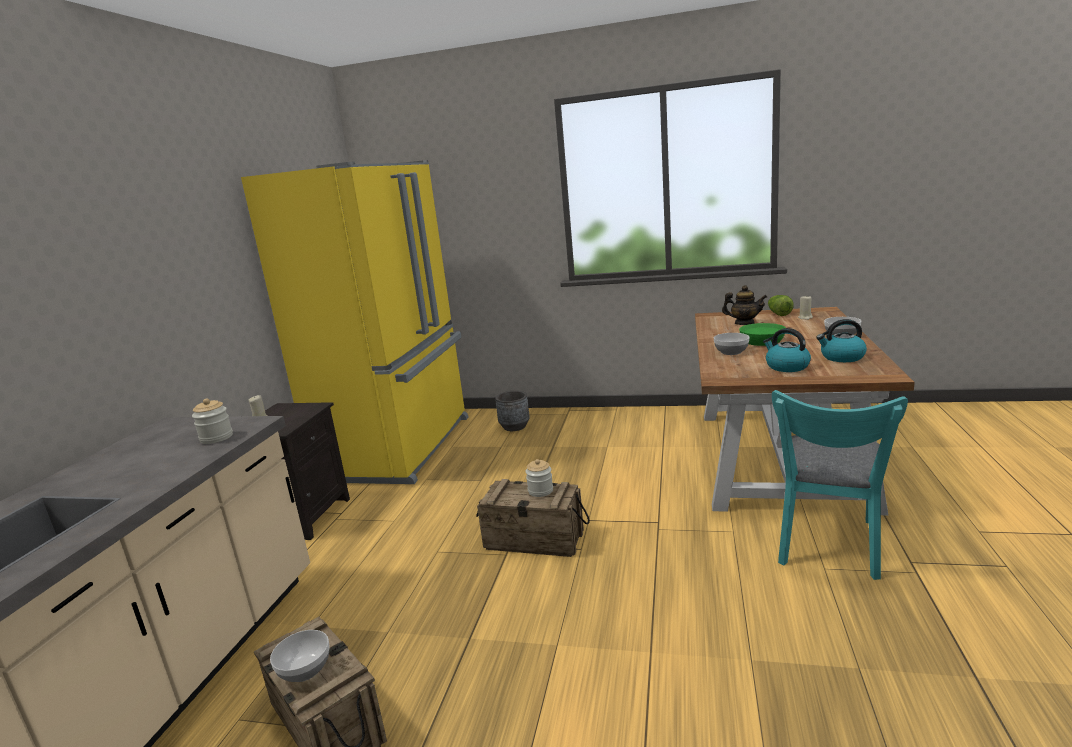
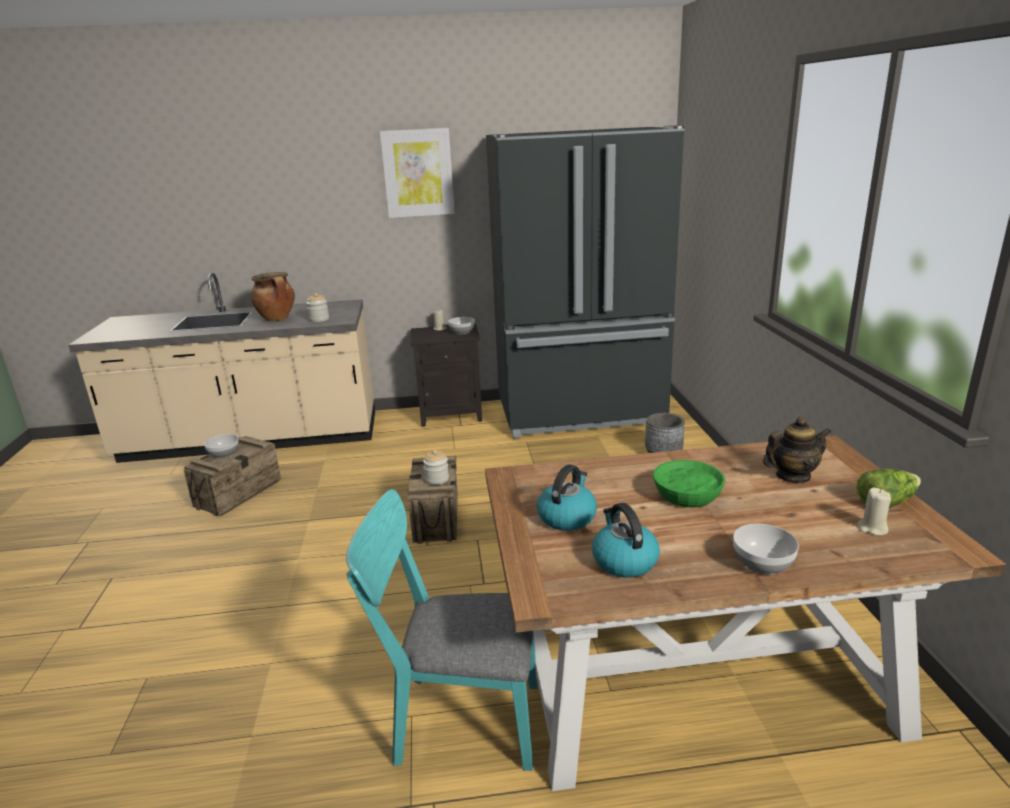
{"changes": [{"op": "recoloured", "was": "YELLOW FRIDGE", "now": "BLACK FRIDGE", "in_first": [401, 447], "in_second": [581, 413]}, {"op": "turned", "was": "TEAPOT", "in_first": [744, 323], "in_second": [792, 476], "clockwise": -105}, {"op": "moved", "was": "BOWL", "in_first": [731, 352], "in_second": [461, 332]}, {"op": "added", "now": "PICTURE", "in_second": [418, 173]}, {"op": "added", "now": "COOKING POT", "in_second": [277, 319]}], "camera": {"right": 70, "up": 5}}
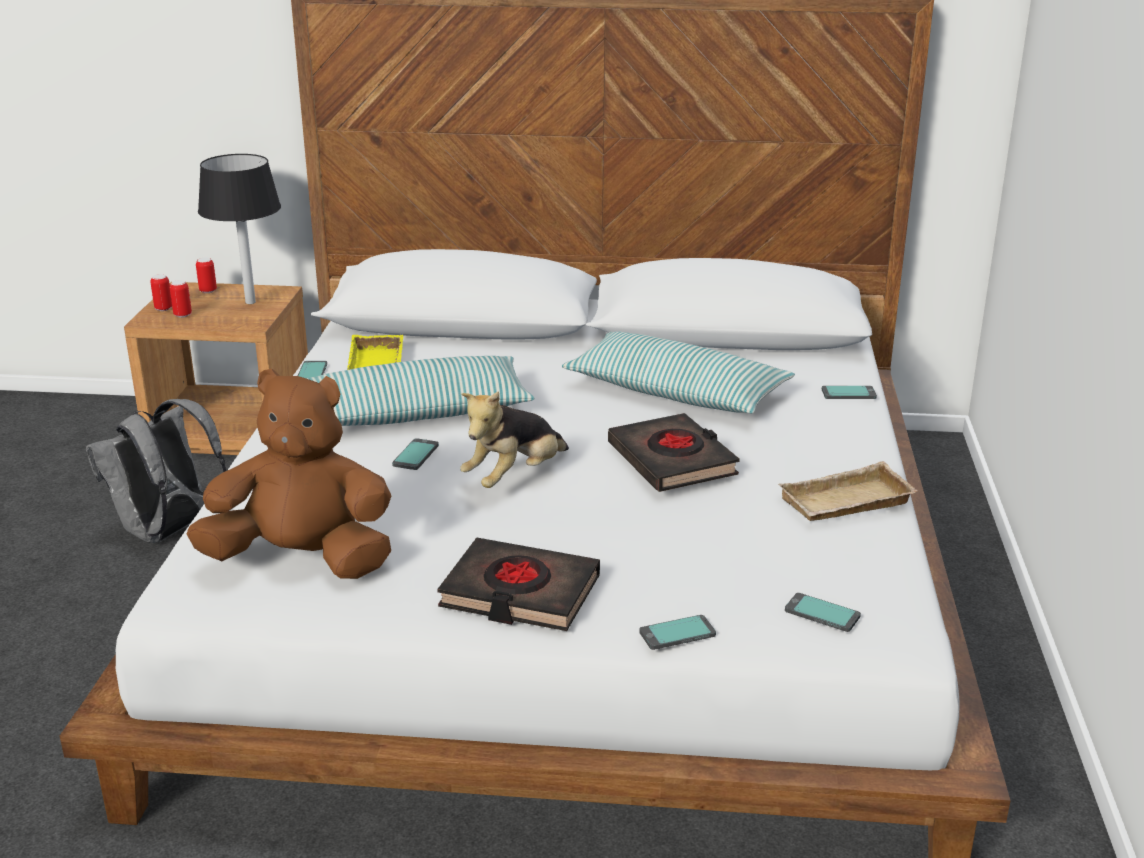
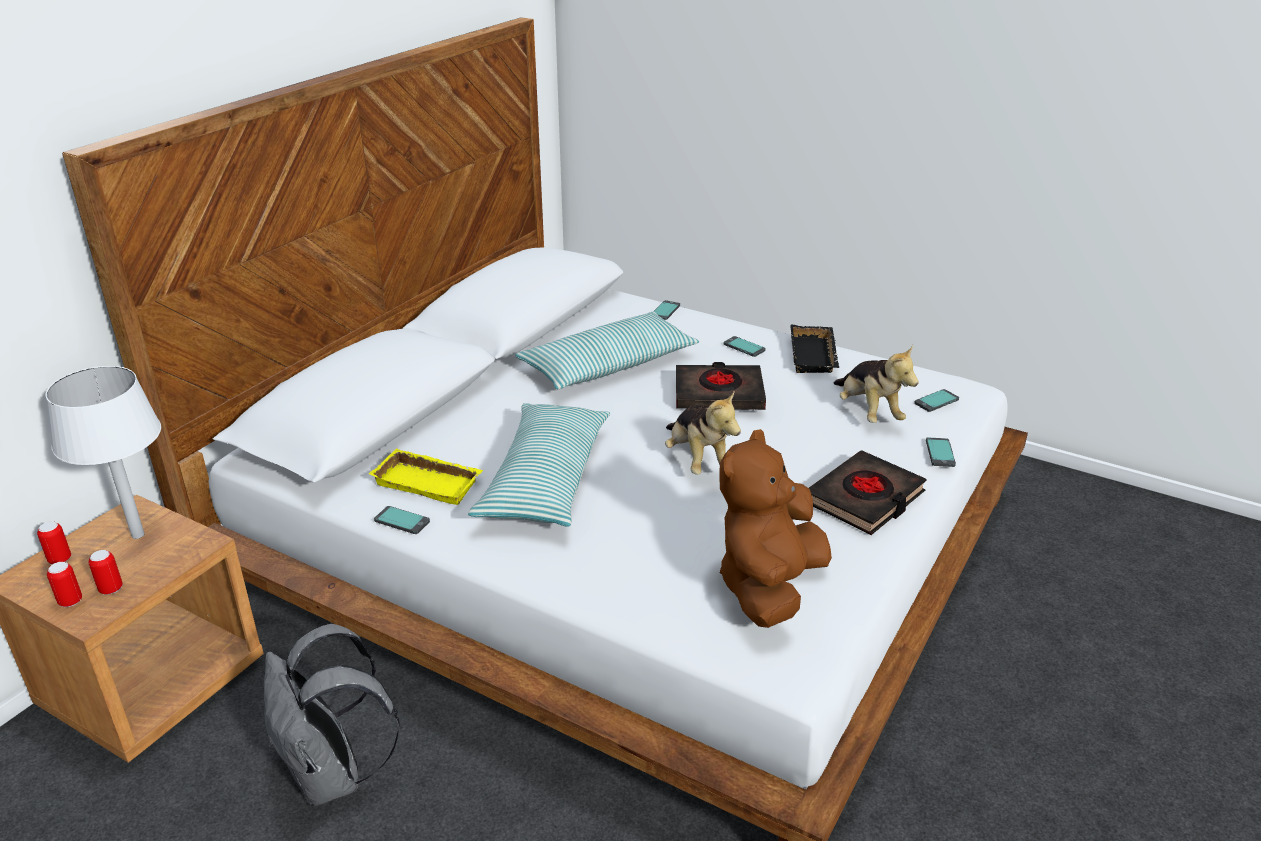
{"changes": [{"op": "recoloured", "was": "BLACK TABLE LAMP", "now": "WHITE TABLE LAMP", "in_first": [250, 302], "in_second": [138, 535]}, {"op": "moved", "was": "PHONE", "in_first": [415, 455], "in_second": [744, 347]}, {"op": "recoloured", "was": "BEIGE TRAY", "now": "BLACK TRAY", "in_first": [846, 504], "in_second": [815, 356]}, {"op": "added", "now": "PLUSH TOY", "in_second": [868, 412]}], "camera": {"right": -65, "up": 5}}
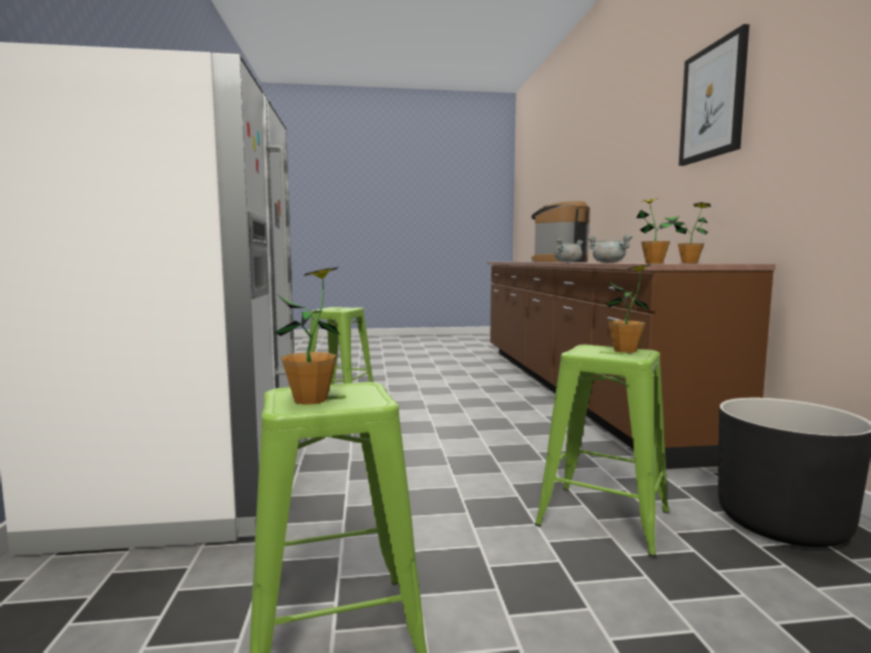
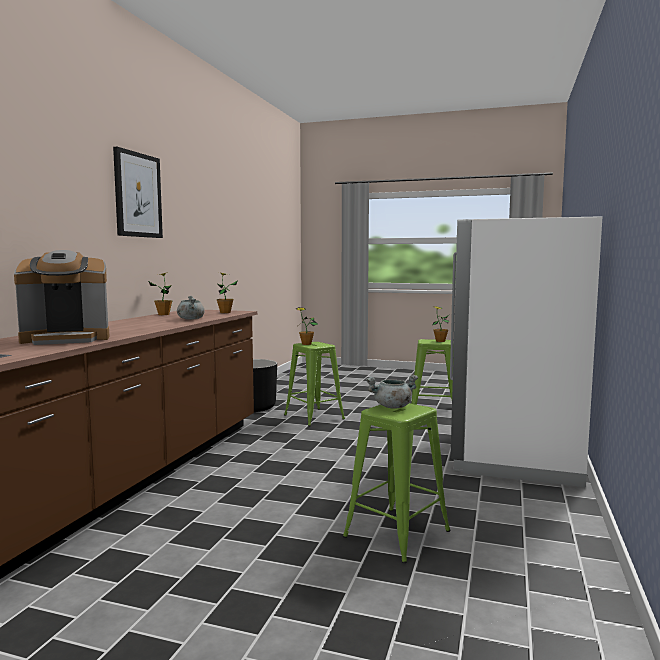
{"changes": [{"op": "moved", "was": "GREY COOKING POT", "in_first": [568, 262], "in_second": [392, 407]}], "camera": {"right": -155, "up": 0}}
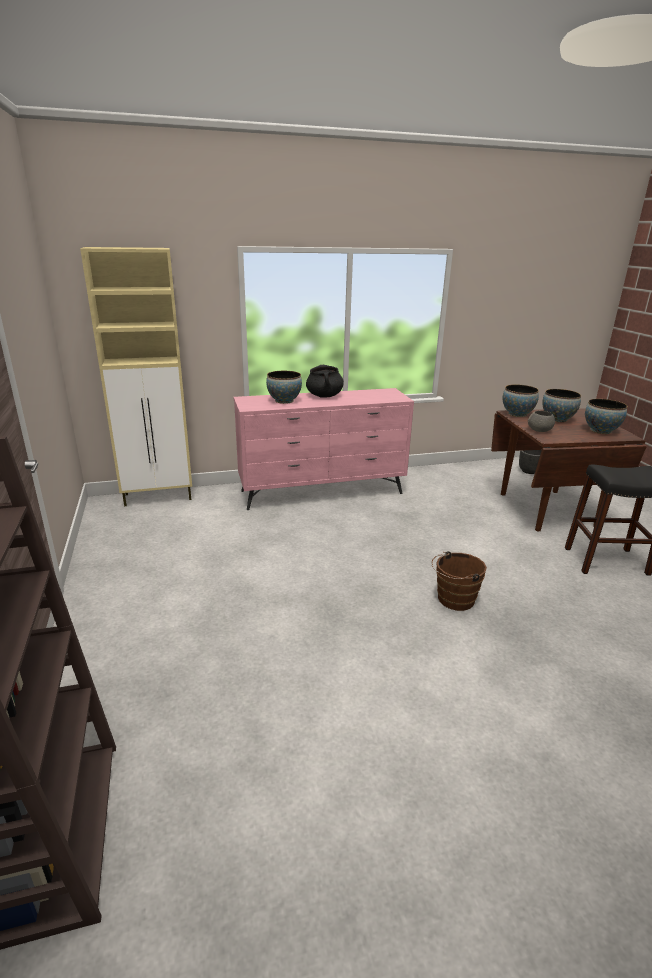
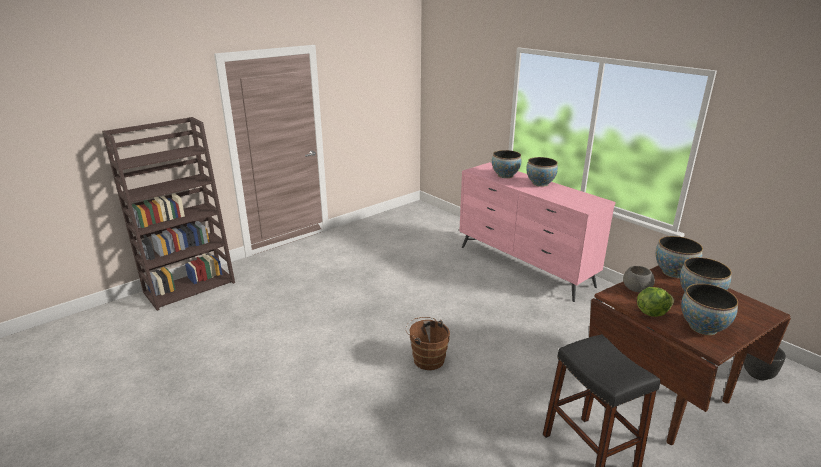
{"changes": [{"op": "removed", "was": "BEIGE CABINET", "in_first": [159, 497]}, {"op": "replaced", "was": "BLACK COOKING POT", "now": "BOWL", "in_first": [324, 396], "in_second": [540, 183]}, {"op": "added", "now": "LETTUCE", "in_second": [651, 312]}], "camera": {"right": 65, "up": 0}}
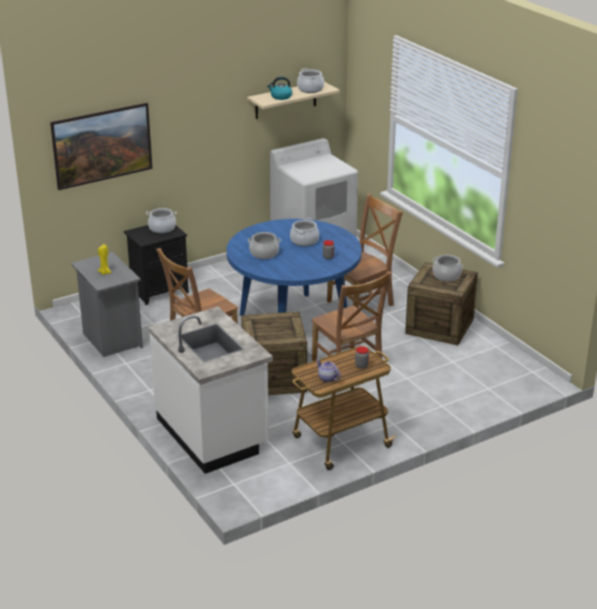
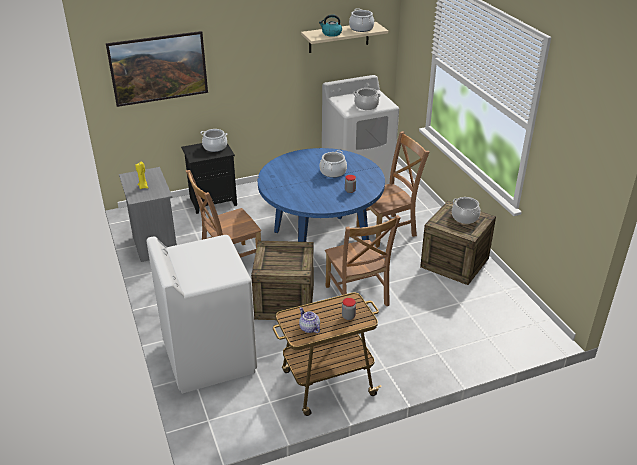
{"changes": [{"op": "moved", "was": "COOKING POT", "in_first": [264, 253], "in_second": [366, 106]}, {"op": "replaced", "was": "WHITE COUNTER", "now": "WHITE WASHING MACHINE", "in_first": [213, 433], "in_second": [209, 357]}], "camera": {"right": 10, "up": 5}}
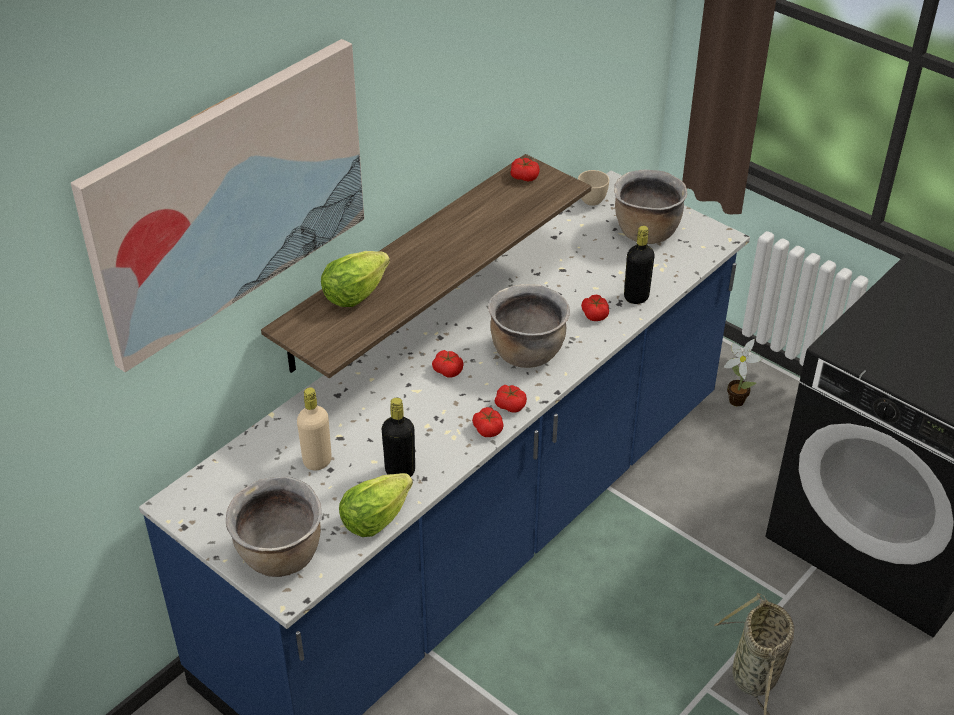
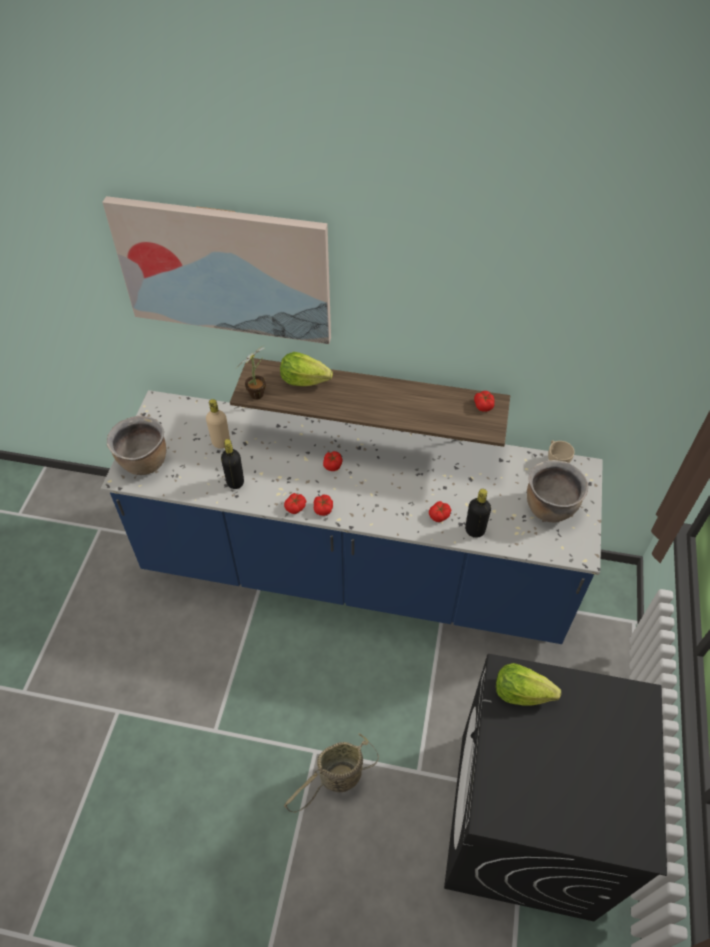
{"changes": [{"op": "removed", "was": "BROWN COOKING POT", "in_first": [526, 352]}, {"op": "moved", "was": "POTTED PLANT", "in_first": [735, 399], "in_second": [259, 393]}, {"op": "moved", "was": "LETTUCE", "in_first": [374, 519], "in_second": [521, 692]}], "camera": {"right": 60, "up": 10}}
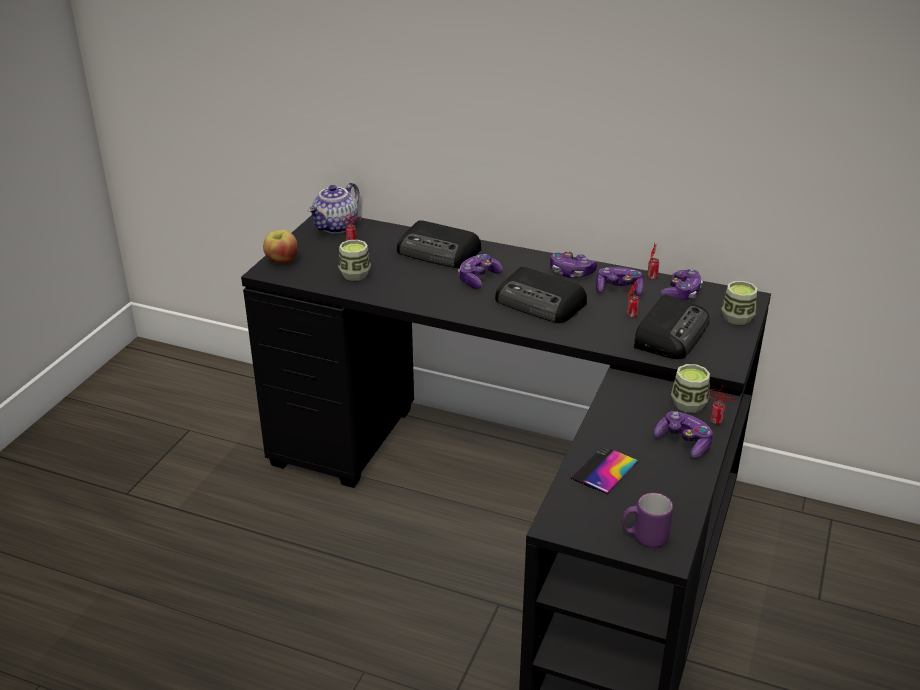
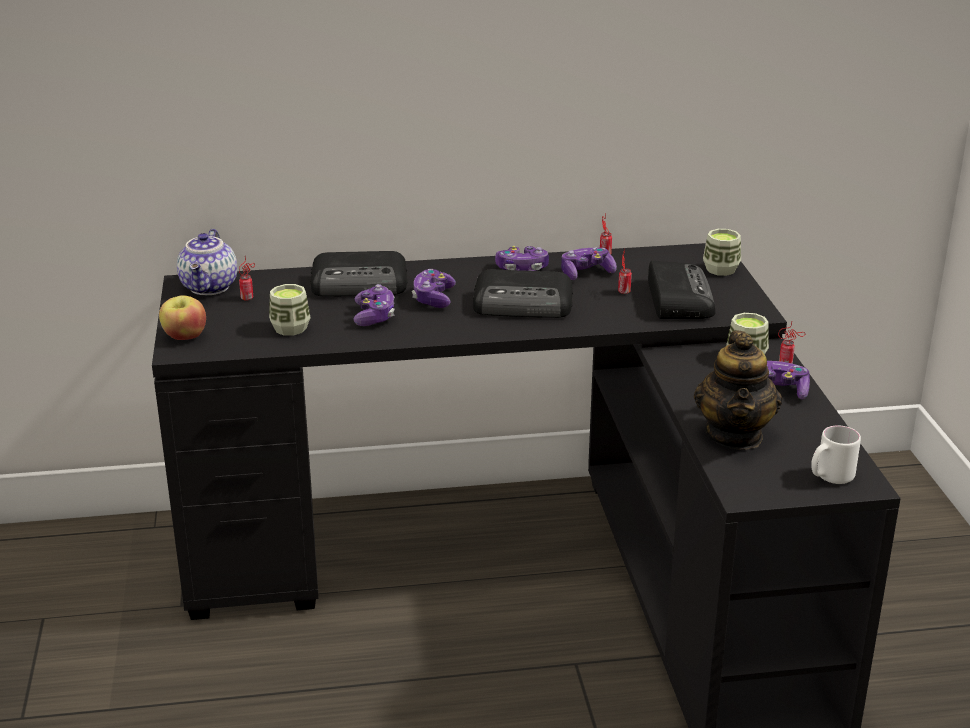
{"changes": [{"op": "moved", "was": "GAME CONTROLLER", "in_first": [681, 293], "in_second": [374, 316]}, {"op": "replaced", "was": "PHONE", "now": "TEAPOT", "in_first": [604, 470], "in_second": [735, 435]}, {"op": "recoloured", "was": "PURPLE MUG", "now": "WHITE MUG", "in_first": [644, 537], "in_second": [830, 478]}], "camera": {"right": -30, "up": -5}}
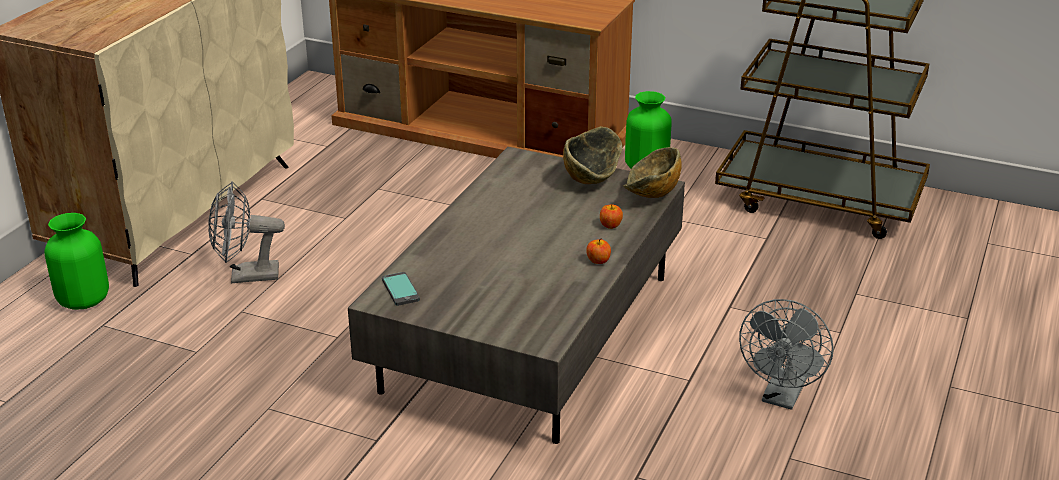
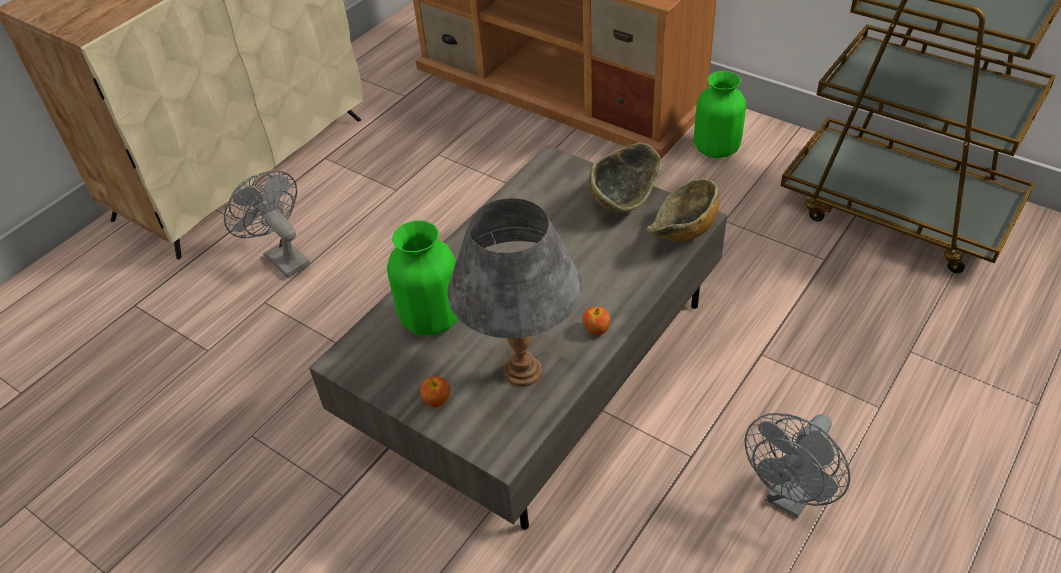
{"changes": [{"op": "turned", "was": "GREY FAN", "in_first": [246, 276], "in_second": [282, 257], "clockwise": 45}, {"op": "moved", "was": "APPLE", "in_first": [610, 225], "in_second": [437, 400]}, {"op": "moved", "was": "GREEN VASE", "in_first": [83, 300], "in_second": [431, 317]}, {"op": "removed", "was": "PHONE", "in_first": [401, 290]}, {"op": "added", "now": "GREY TABLE LAMP", "in_second": [523, 370]}], "camera": {"right": 15, "up": 15}}
